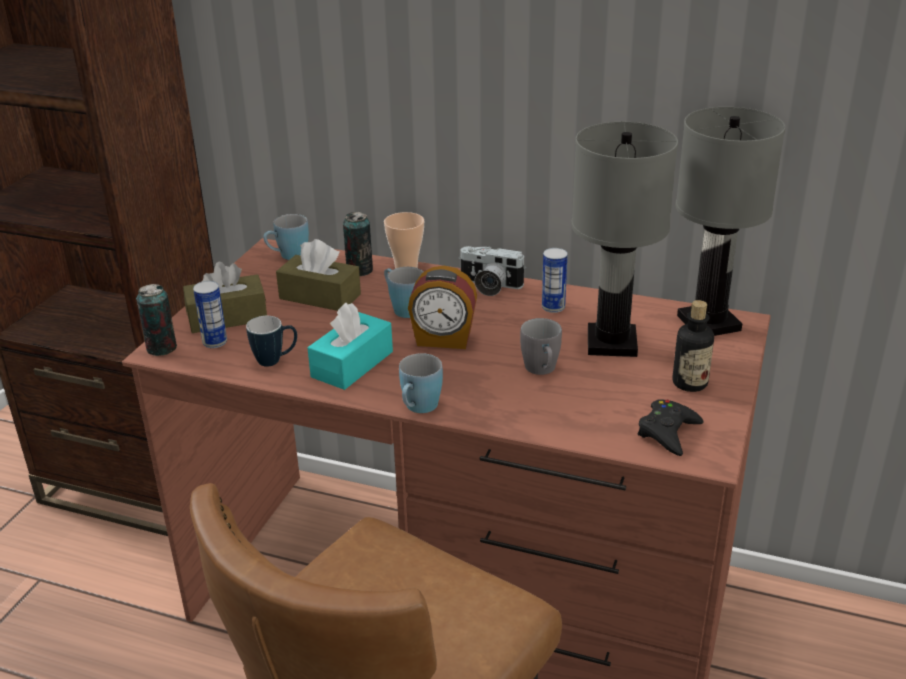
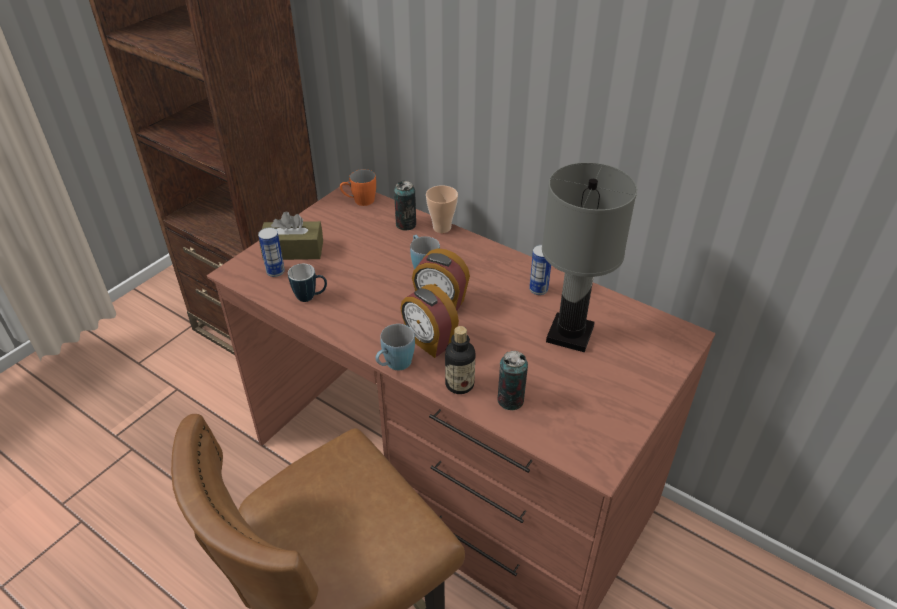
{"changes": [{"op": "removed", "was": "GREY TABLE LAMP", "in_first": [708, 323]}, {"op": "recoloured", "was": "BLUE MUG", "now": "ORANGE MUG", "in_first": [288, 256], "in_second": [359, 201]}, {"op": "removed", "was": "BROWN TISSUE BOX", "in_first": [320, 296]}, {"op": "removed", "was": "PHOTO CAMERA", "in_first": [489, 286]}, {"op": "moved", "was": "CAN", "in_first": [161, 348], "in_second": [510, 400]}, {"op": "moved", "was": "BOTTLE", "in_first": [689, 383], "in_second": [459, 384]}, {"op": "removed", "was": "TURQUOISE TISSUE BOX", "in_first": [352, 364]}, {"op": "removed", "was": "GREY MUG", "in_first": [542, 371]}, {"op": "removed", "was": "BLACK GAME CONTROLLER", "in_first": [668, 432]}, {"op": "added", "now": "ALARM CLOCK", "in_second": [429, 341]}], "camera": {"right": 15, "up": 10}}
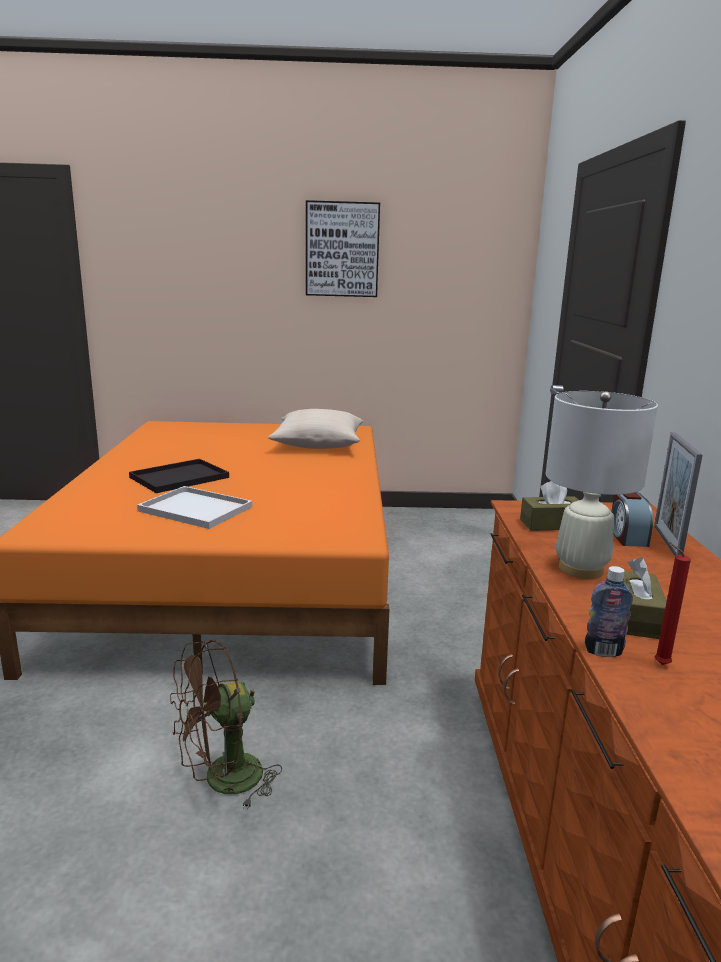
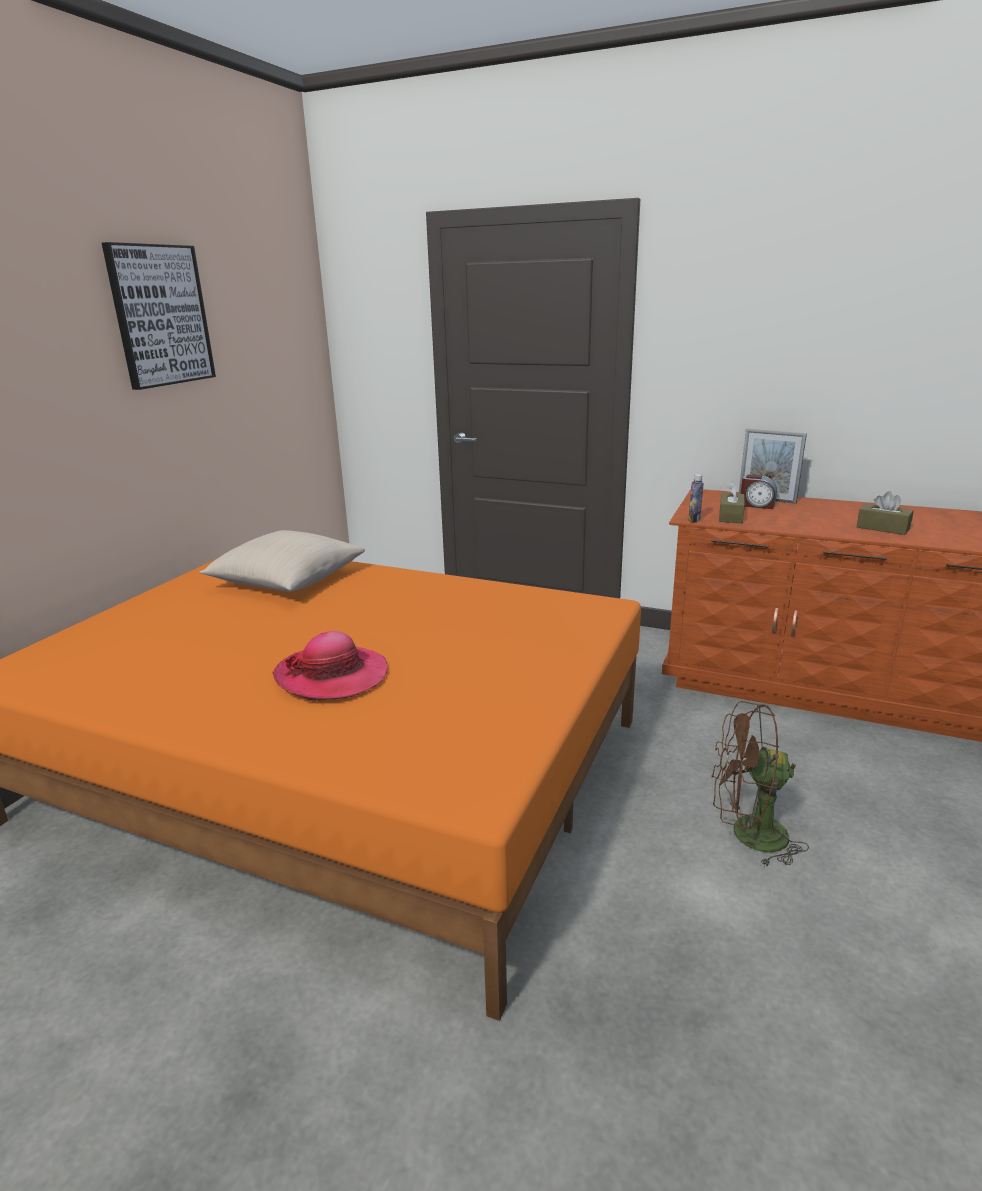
{"changes": [{"op": "removed", "was": "WHITE TABLE LAMP", "in_first": [580, 569]}, {"op": "replaced", "was": "BLACK TRAY", "now": "HAT", "in_first": [178, 478], "in_second": [332, 676]}, {"op": "removed", "was": "WHITE TRAY", "in_first": [193, 509]}, {"op": "removed", "was": "RED CANDLE", "in_first": [659, 664]}, {"op": "moved", "was": "BOTTLE", "in_first": [603, 651], "in_second": [694, 520]}, {"op": "turned", "was": "BROWN FAN", "in_first": [222, 781], "in_second": [747, 835], "clockwise": 105}], "camera": {"right": -65, "up": 5}}
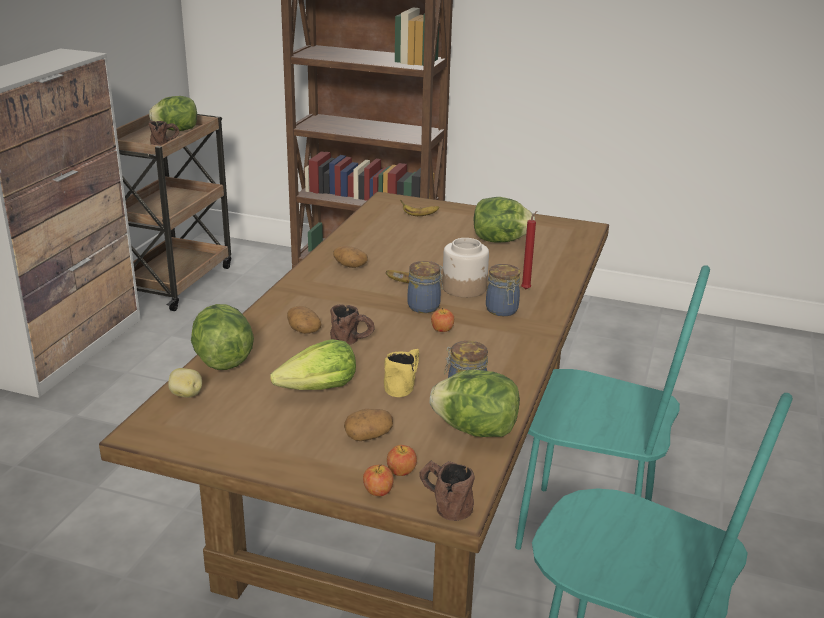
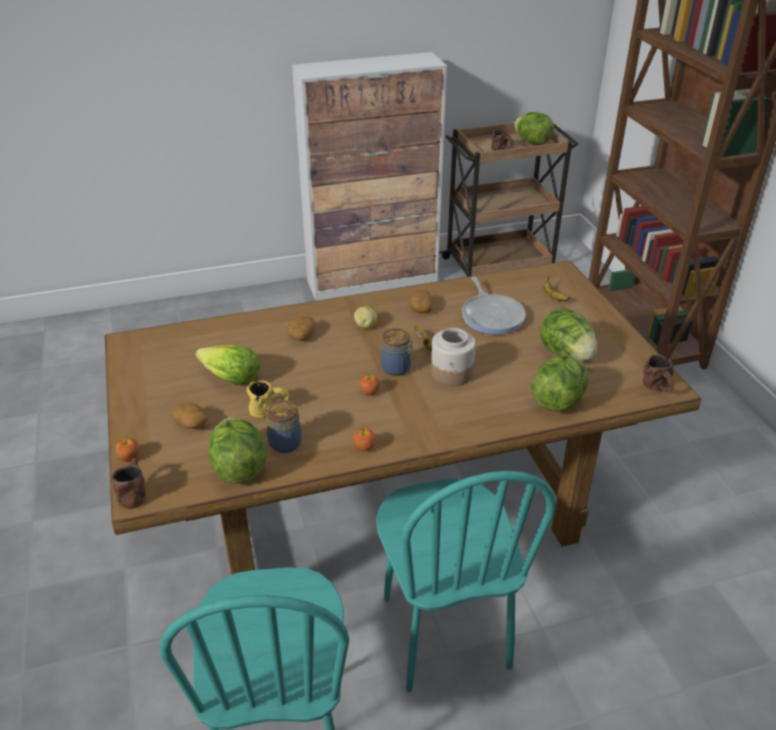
{"changes": [{"op": "removed", "was": "RED CANDLE", "in_first": [527, 289]}, {"op": "removed", "was": "JAR", "in_first": [502, 310]}, {"op": "moved", "was": "LETTUCE", "in_first": [223, 360], "in_second": [558, 400]}, {"op": "moved", "was": "BROWN MUG", "in_first": [353, 341], "in_second": [658, 389]}, {"op": "moved", "was": "POTATO", "in_first": [186, 395], "in_second": [365, 326]}, {"op": "moved", "was": "APPLE", "in_first": [401, 471], "in_second": [364, 447]}, {"op": "added", "now": "FRYING PAN", "in_second": [492, 316]}], "camera": {"right": 55, "up": 10}}
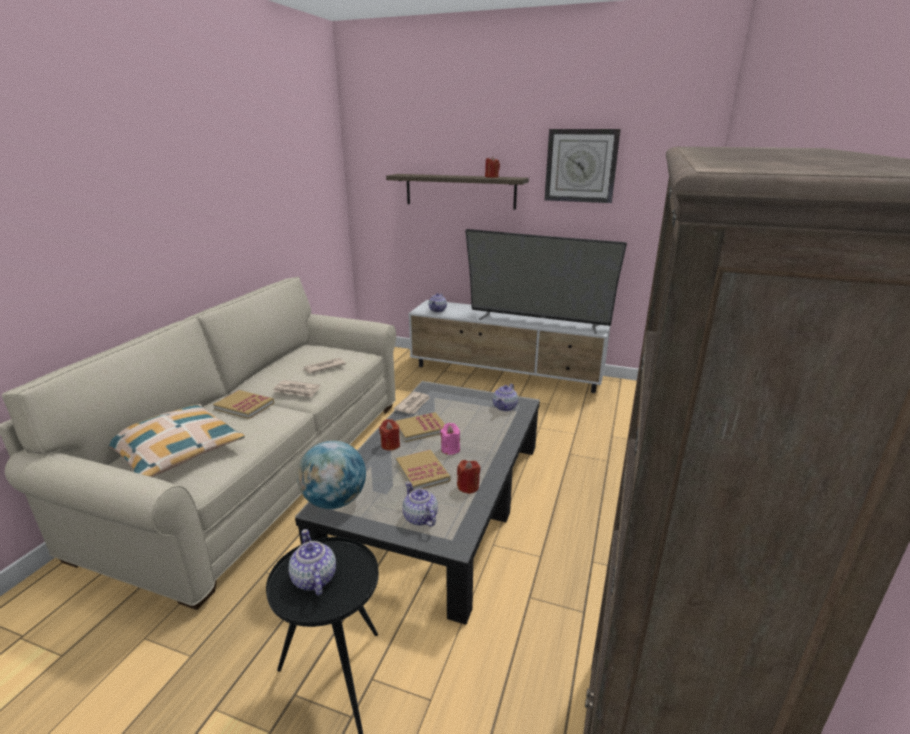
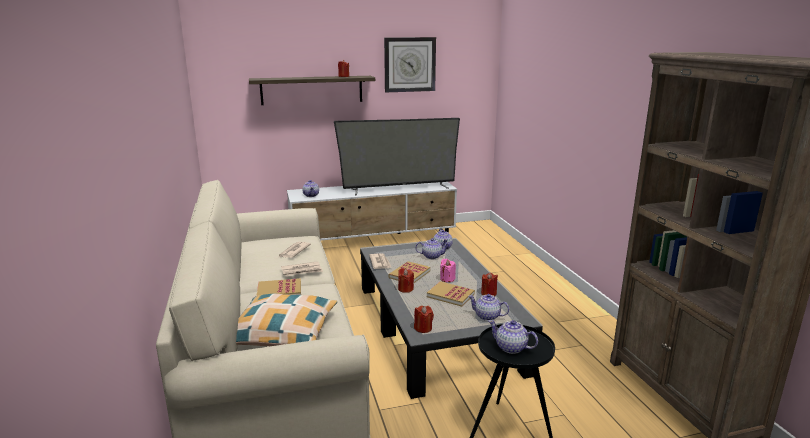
{"changes": [{"op": "replaced", "was": "GLOBE", "now": "RED CANDLE", "in_first": [334, 501], "in_second": [423, 328]}, {"op": "added", "now": "TEAPOT", "in_second": [431, 256]}], "camera": {"right": -35, "up": -5}}
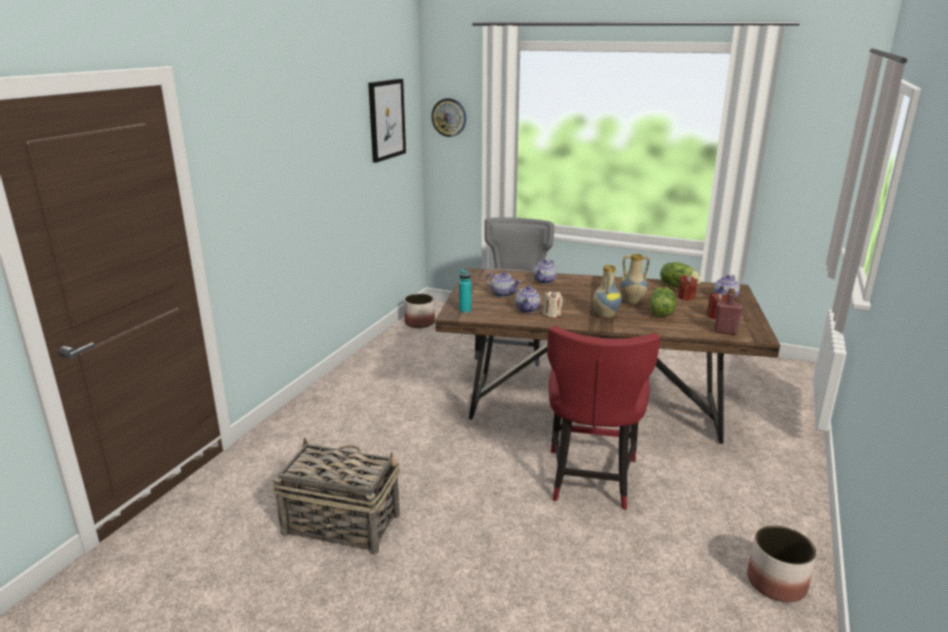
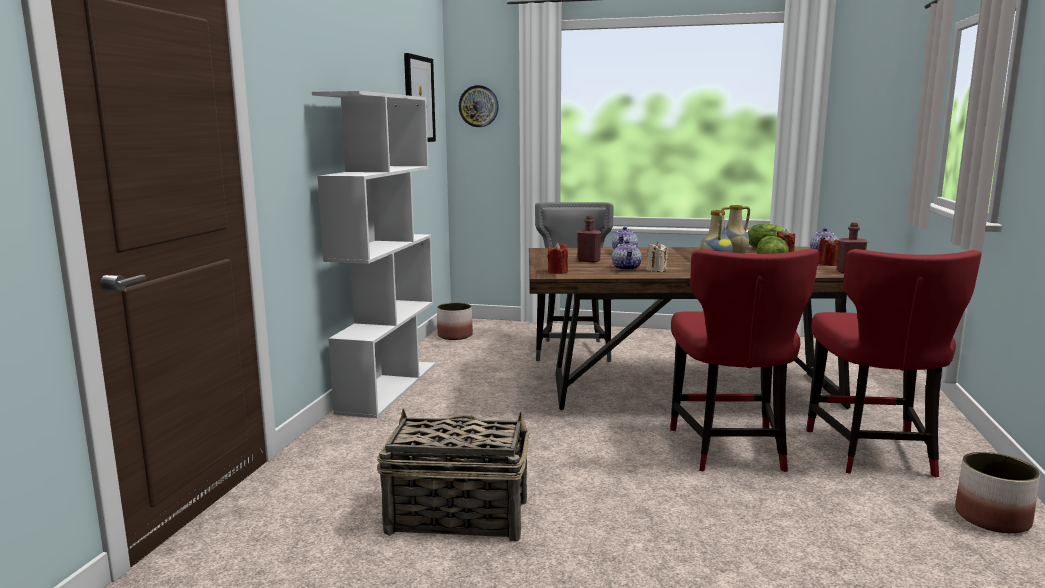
{"changes": [{"op": "replaced", "was": "TURQUOISE BOTTLE", "now": "RED CANDLE", "in_first": [465, 310], "in_second": [558, 272]}, {"op": "replaced", "was": "TEAPOT", "now": "RED BOTTLE", "in_first": [503, 294], "in_second": [588, 261]}, {"op": "added", "now": "WHITE BOOKCASE", "in_second": [388, 387]}, {"op": "added", "now": "RED CHAIR", "in_second": [873, 453]}], "camera": {"right": -10, "up": -10}}
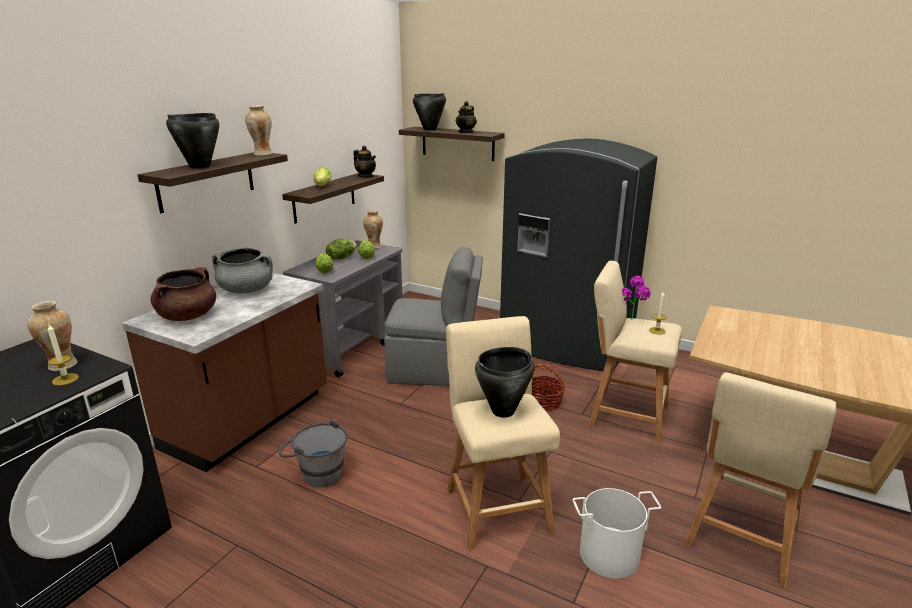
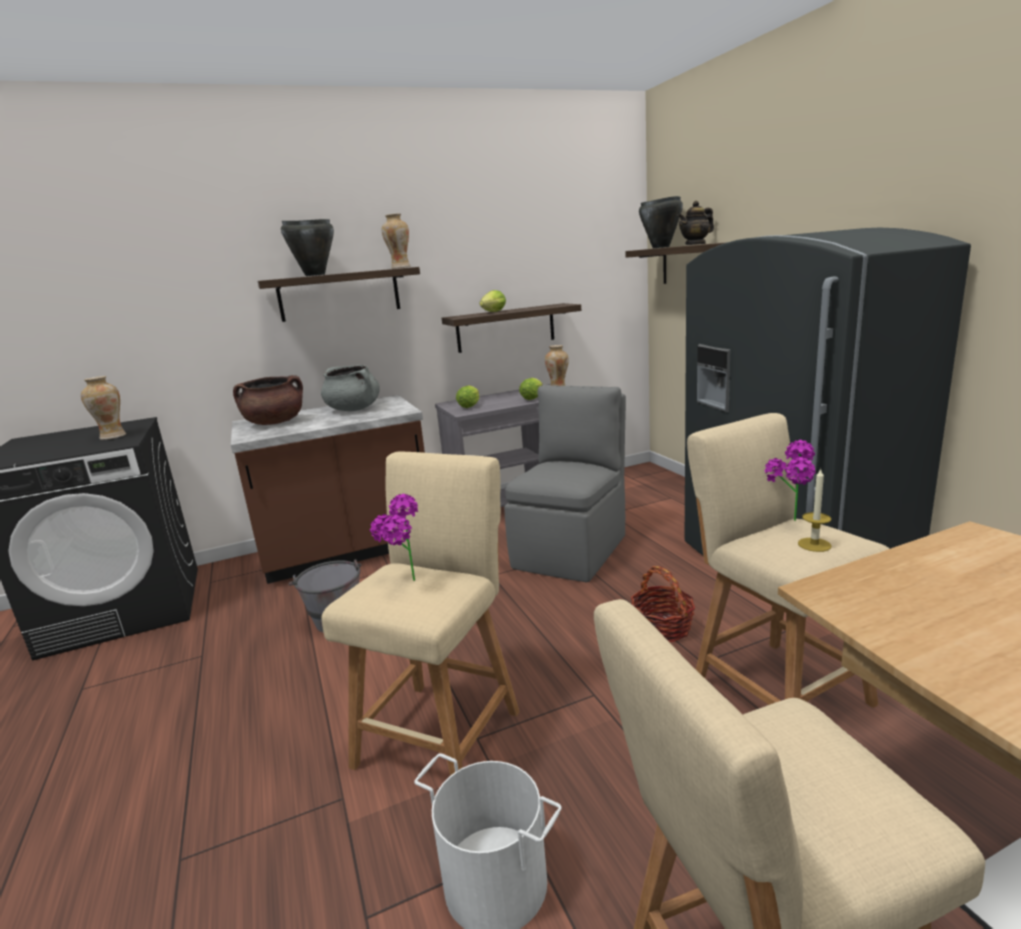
{"changes": [{"op": "removed", "was": "TEAPOT", "in_first": [365, 176]}, {"op": "removed", "was": "LETTUCE", "in_first": [341, 258]}, {"op": "turned", "was": "GREY CHAIR", "in_first": [434, 370], "in_second": [572, 550], "clockwise": -105}, {"op": "removed", "was": "CANDLE", "in_first": [65, 379]}, {"op": "replaced", "was": "BLACK COOKING POT", "now": "POTTED PLANT", "in_first": [503, 411], "in_second": [404, 584]}], "camera": {"right": 40, "up": -5}}
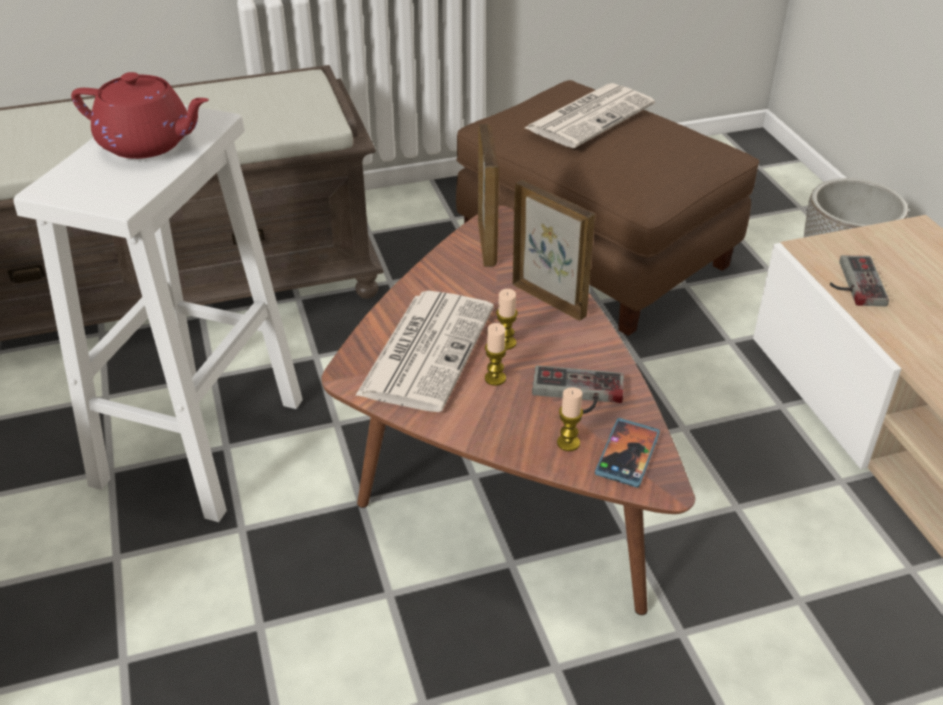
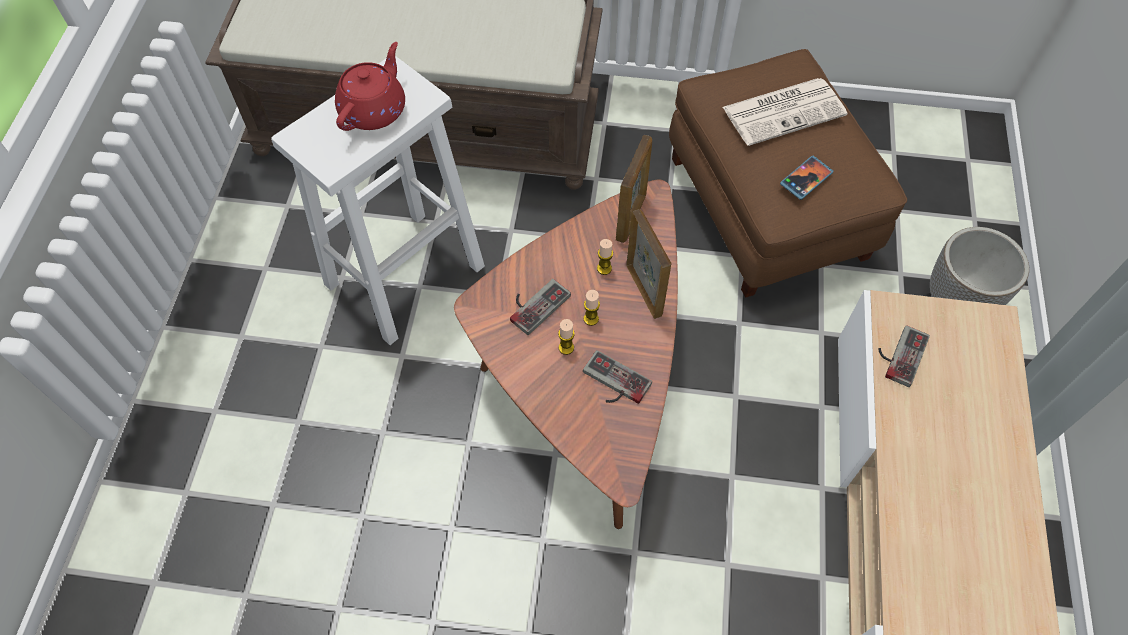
{"changes": [{"op": "turned", "was": "RED TEAPOT", "in_first": [147, 144], "in_second": [374, 110], "clockwise": -105}, {"op": "replaced", "was": "NEWSPAPER", "now": "GAME CONTROLLER", "in_first": [427, 349], "in_second": [535, 303]}, {"op": "moved", "was": "CANDLE", "in_first": [568, 443], "in_second": [604, 268]}, {"op": "moved", "was": "PHONE", "in_first": [627, 454], "in_second": [806, 179]}], "camera": {"right": 25, "up": 20}}
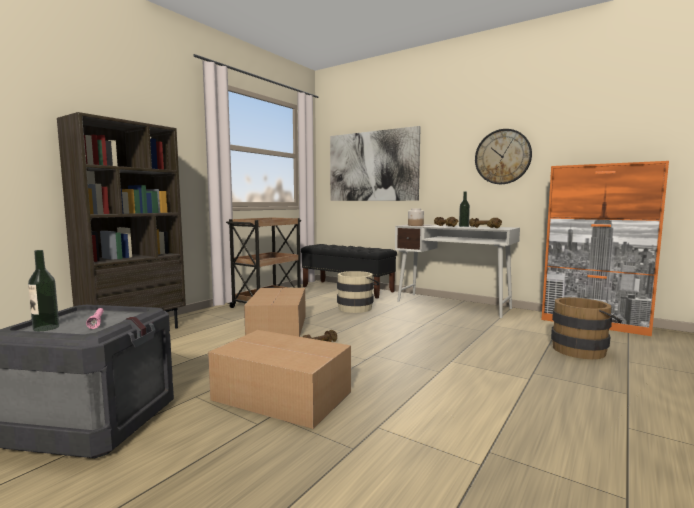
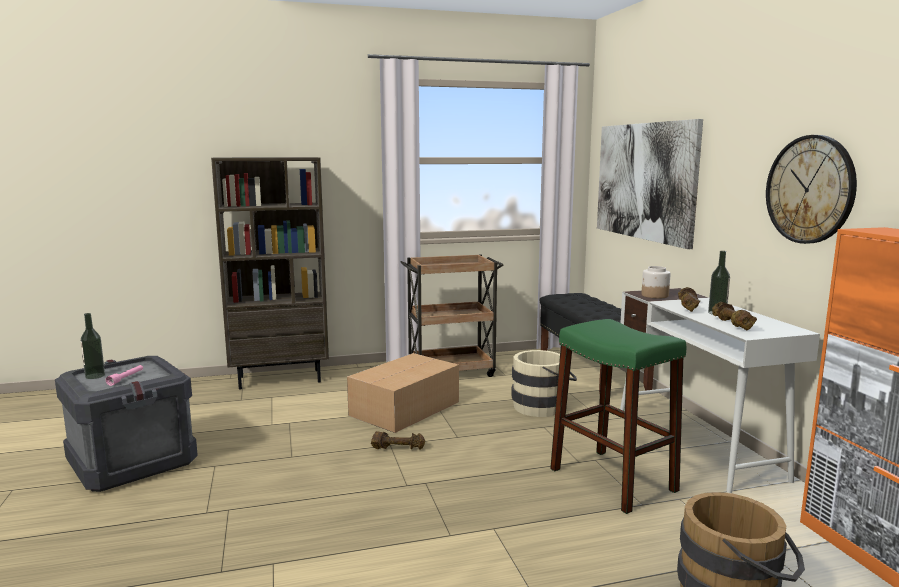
{"changes": [{"op": "removed", "was": "CARDBOARD BOX", "in_first": [281, 395]}, {"op": "added", "now": "GREEN STOOL", "in_second": [612, 479]}], "camera": {"right": 40, "up": 5}}
